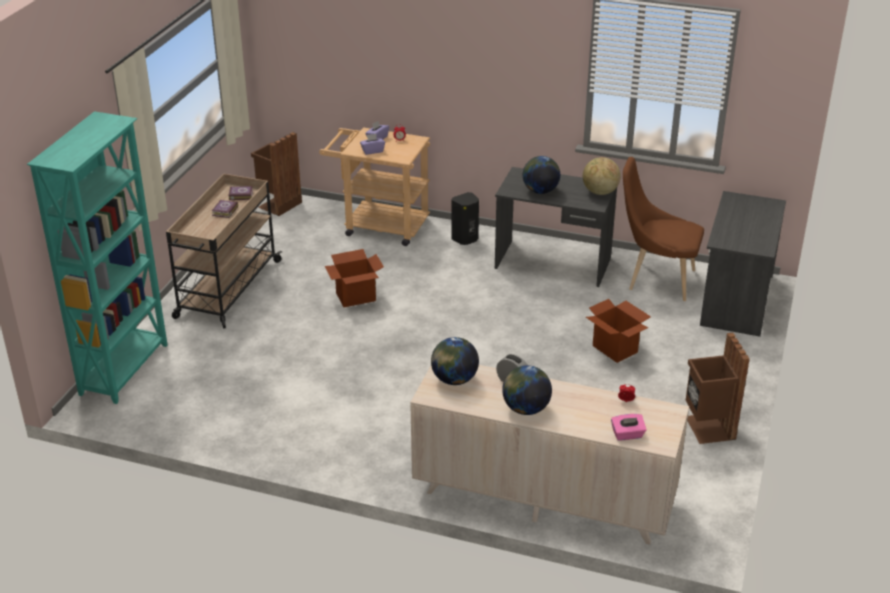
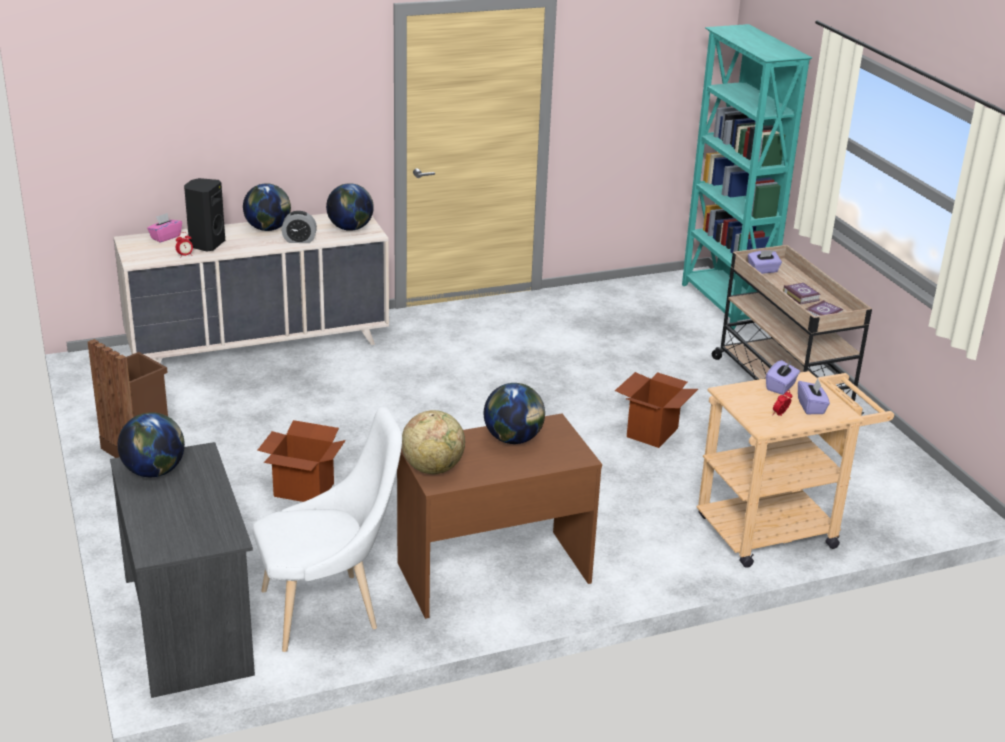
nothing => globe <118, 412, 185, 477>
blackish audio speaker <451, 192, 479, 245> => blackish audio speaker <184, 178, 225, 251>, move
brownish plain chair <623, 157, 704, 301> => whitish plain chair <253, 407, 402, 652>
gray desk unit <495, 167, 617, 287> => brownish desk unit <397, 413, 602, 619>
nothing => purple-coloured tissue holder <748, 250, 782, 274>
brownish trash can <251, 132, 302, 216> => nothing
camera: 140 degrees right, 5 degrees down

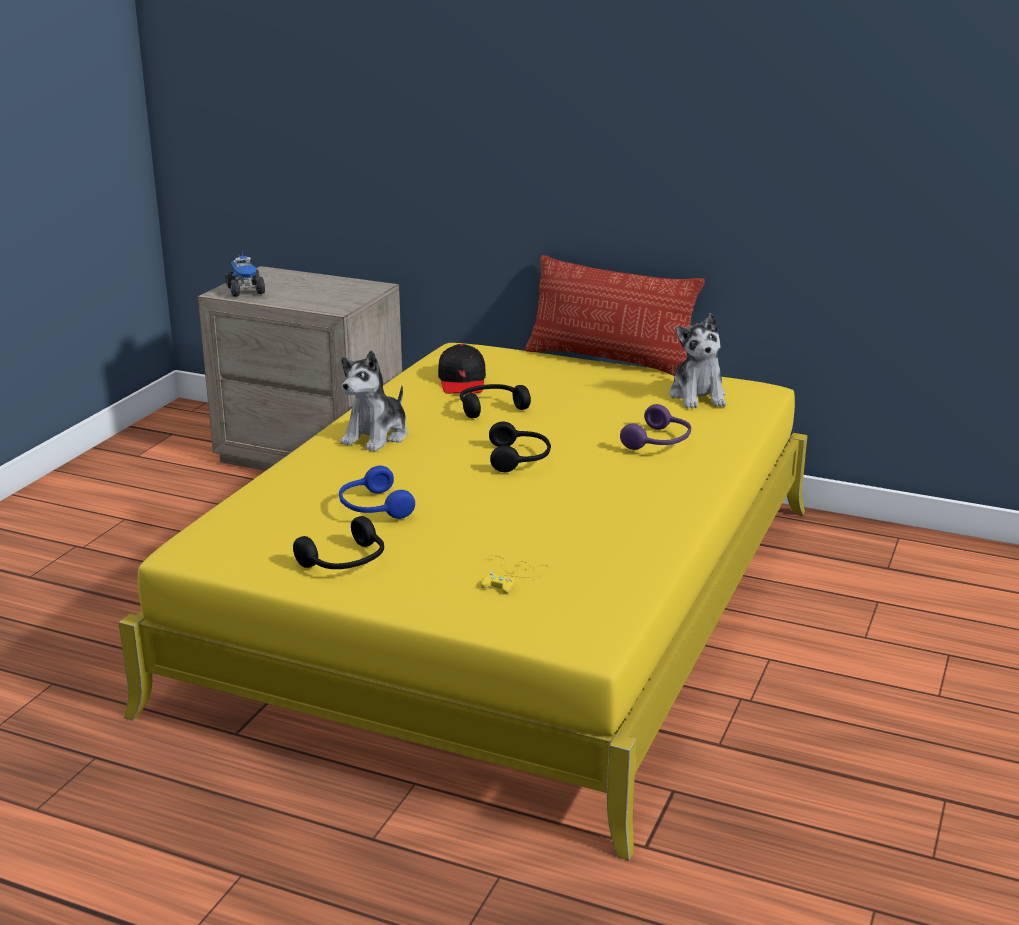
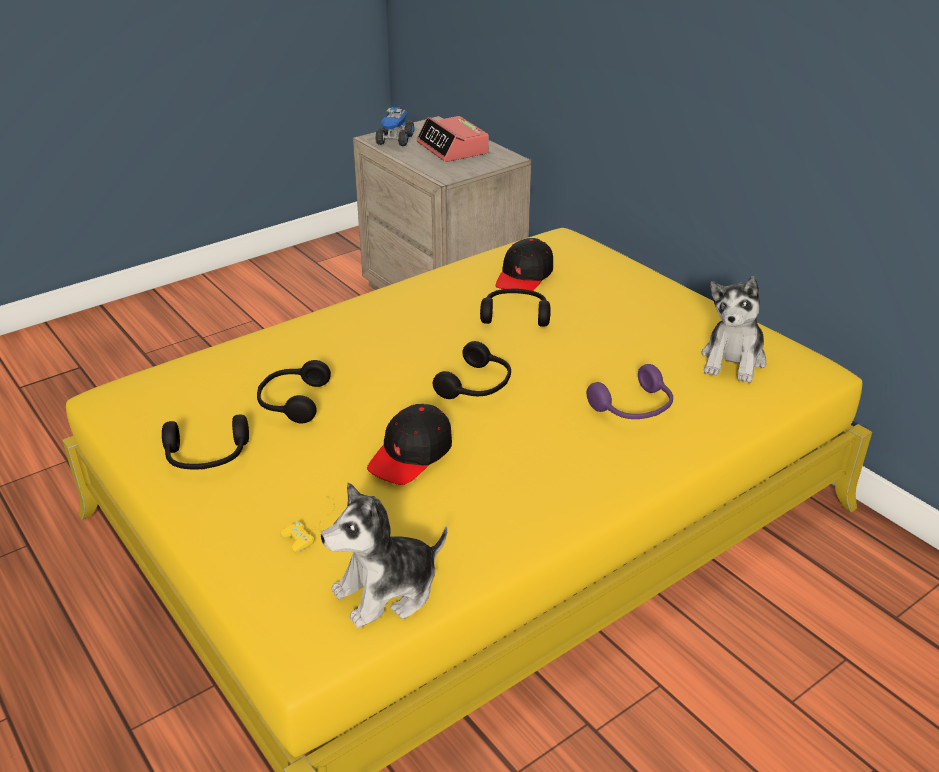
bluish headset <339, 466, 415, 519> => blackish headset <257, 360, 331, 423>
soft toy <340, 350, 407, 452> => soft toy <321, 483, 447, 629>, move
nothing => blackish cap <367, 404, 452, 485>
nothing => bedside clock <416, 116, 489, 162>
cushion <525, 255, 705, 376> => nothing
camera: 30 degrees right, 10 degrees up

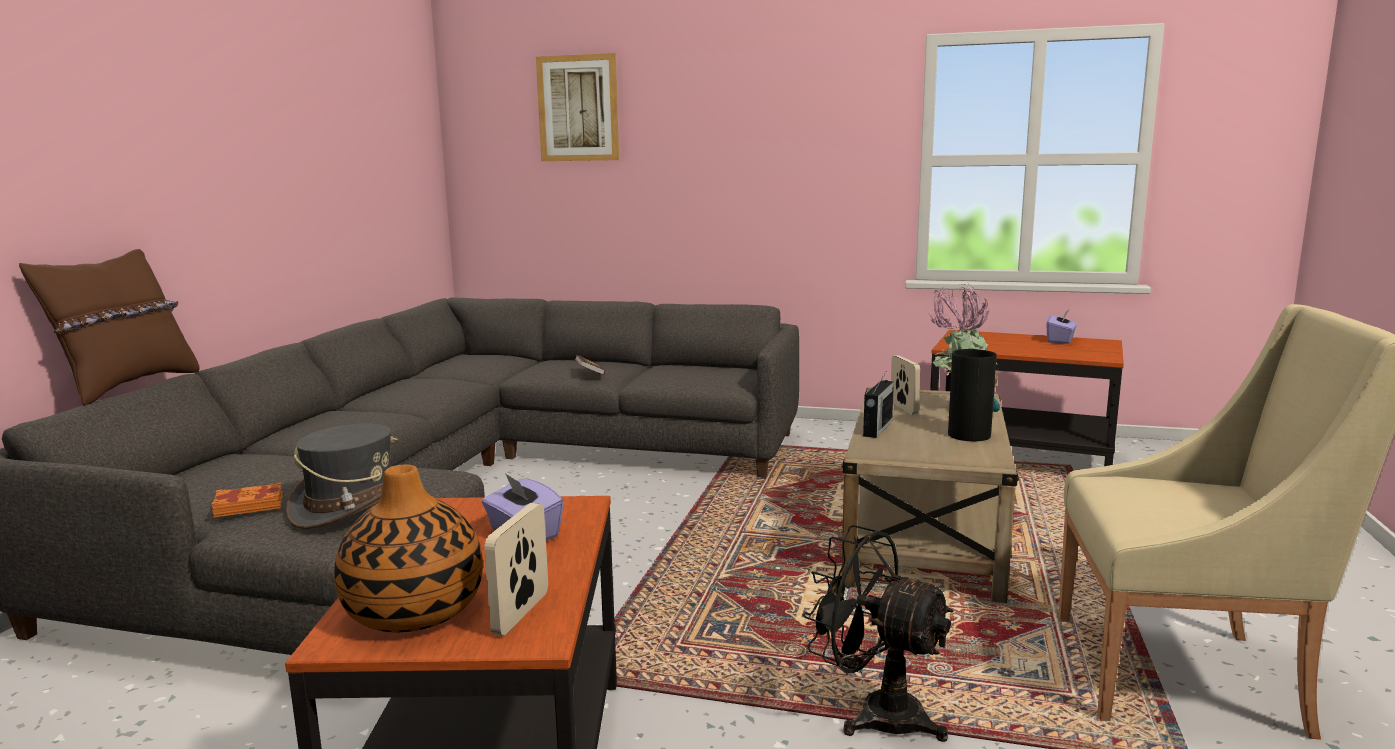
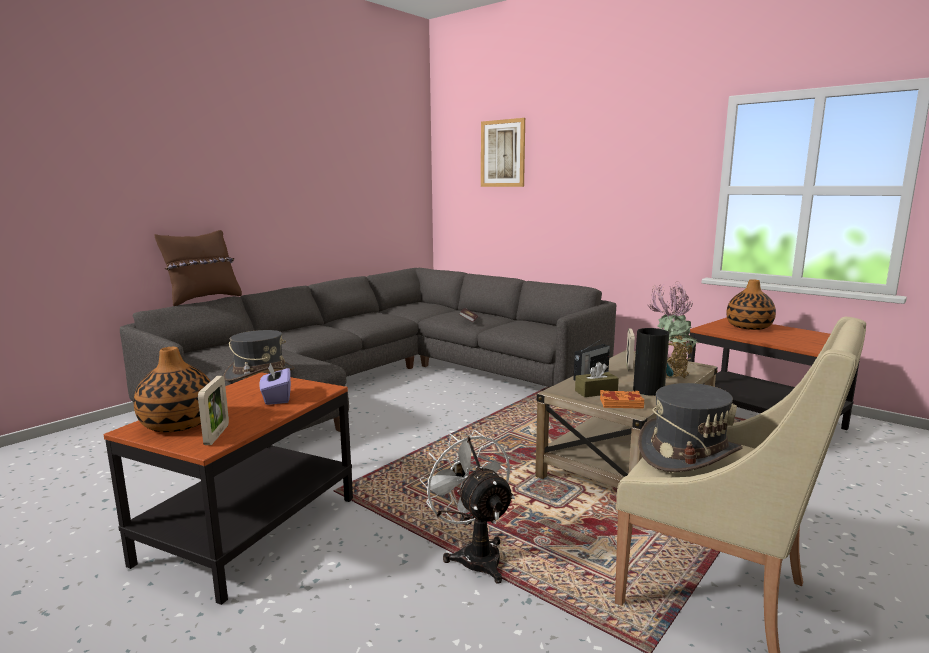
photo frame <484, 503, 548, 636> => photo frame <198, 376, 229, 445>, 135 degrees clockwise
blackish cooling fan <803, 525, 954, 742> => whitish cooling fan <420, 430, 515, 584>
nothing => brownish tissue holder <575, 362, 619, 397>
orangey book <211, 482, 283, 517> => orangey book <600, 390, 644, 409>, move
nothing => gray wearable hat <638, 383, 743, 472>
nothing => flower vase <726, 279, 776, 330>
purple-coloured tissue holder <1047, 310, 1077, 344> => nothing
camera: 25 degrees right, 0 degrees up

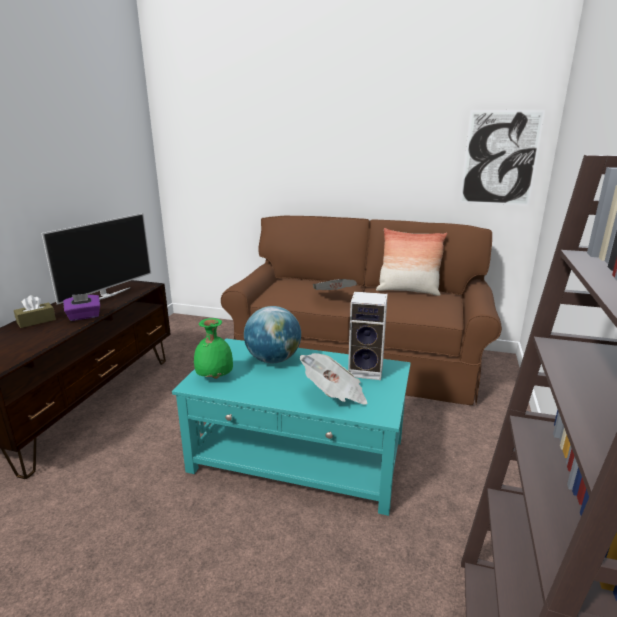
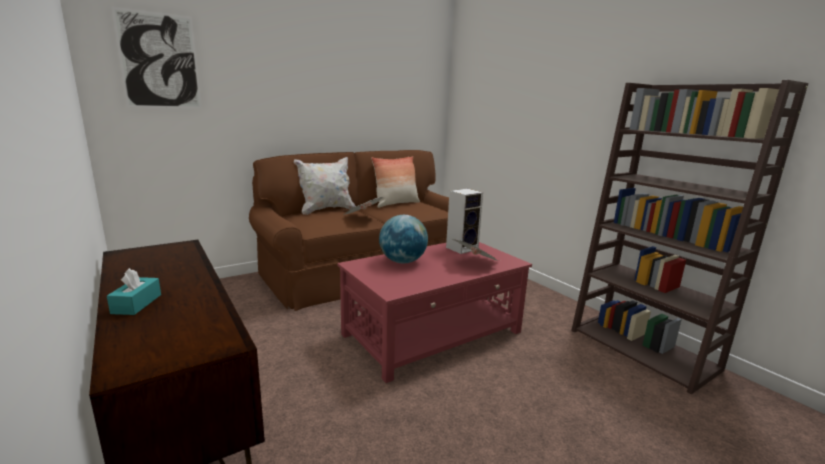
brownish tissue holder <14, 295, 56, 328> => blue-green tissue holder <107, 268, 161, 315>
wall art <459, 110, 545, 206> => wall art <111, 7, 202, 109>, move
nothing => whitish cushion <294, 157, 356, 215>
blue-green coffee table <172, 338, 411, 516> => red-coloured coffee table <337, 242, 532, 383>
TV <41, 213, 151, 305> => nothing
purple-coloured tissue holder <63, 293, 100, 321> => nothing
greenish flower vase <194, 318, 233, 379> => nothing
camera: 50 degrees left, 5 degrees down

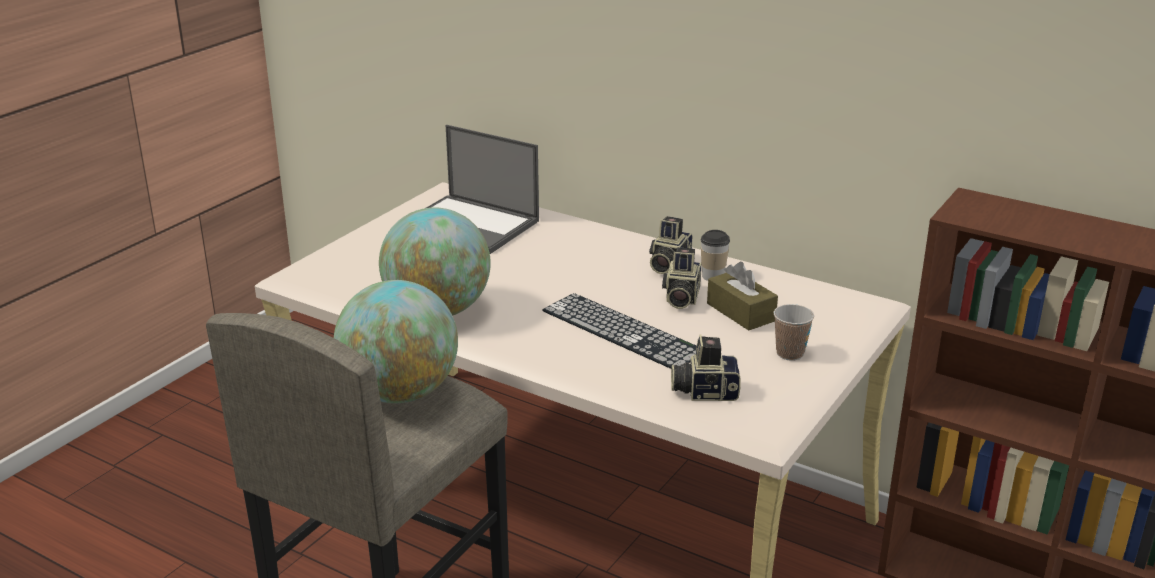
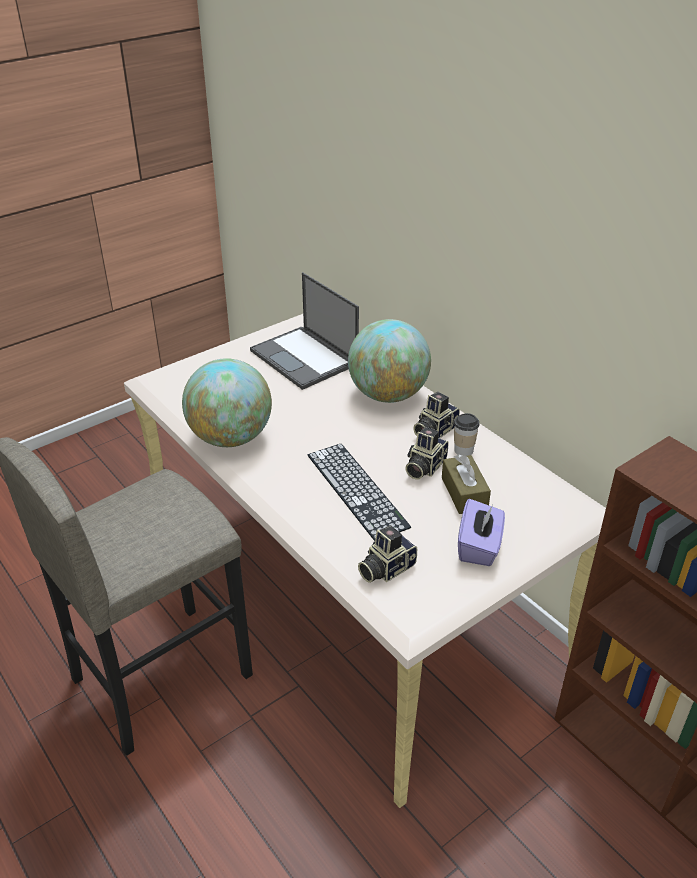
globe <334, 280, 458, 403> => globe <348, 319, 431, 403>, move
still camera <671, 334, 741, 401> => still camera <358, 525, 417, 583>, 60 degrees counterclockwise
cup <774, 304, 814, 361> => purple-coloured tissue holder <458, 499, 505, 566>
camera: 20 degrees right, 10 degrees up

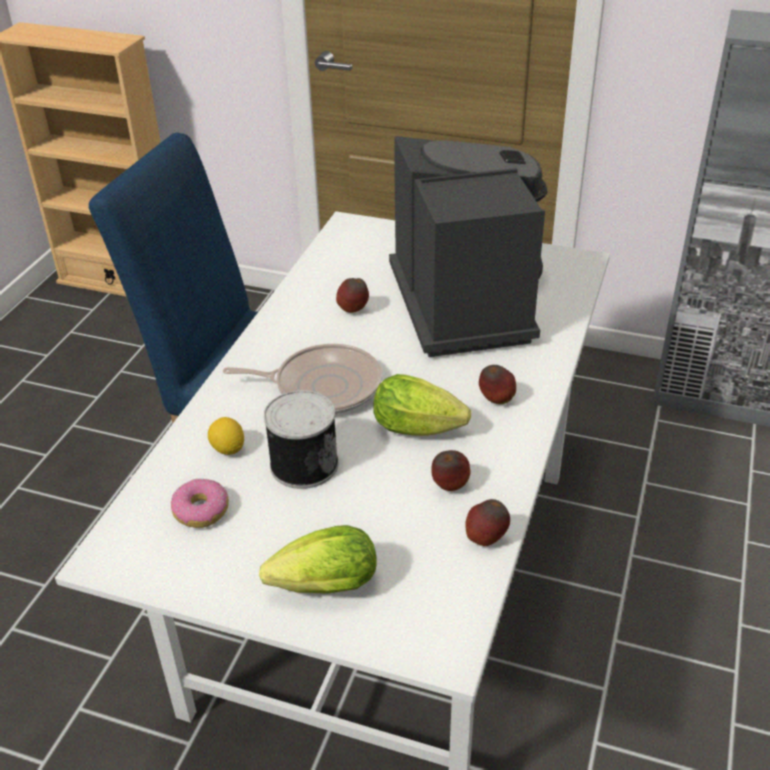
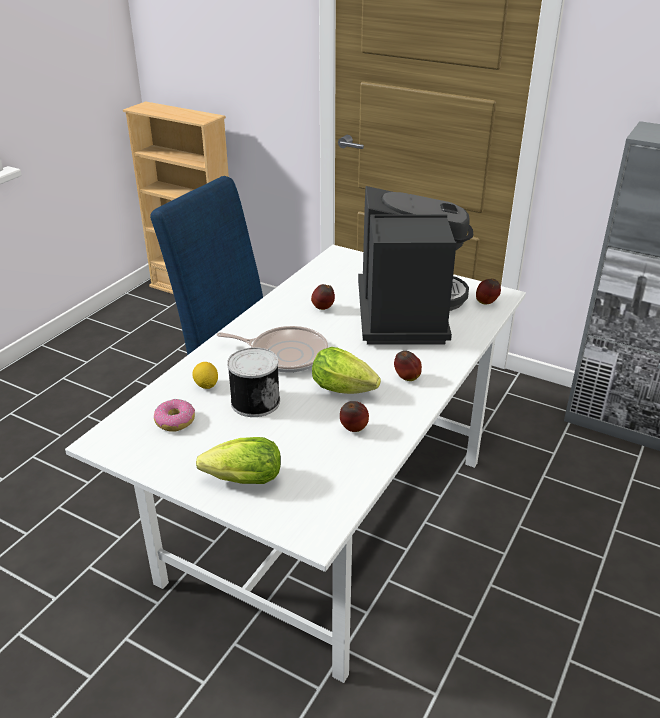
apple fruit <465, 499, 510, 546> => apple fruit <476, 279, 501, 305>, move
camera: 10 degrees right, 5 degrees down

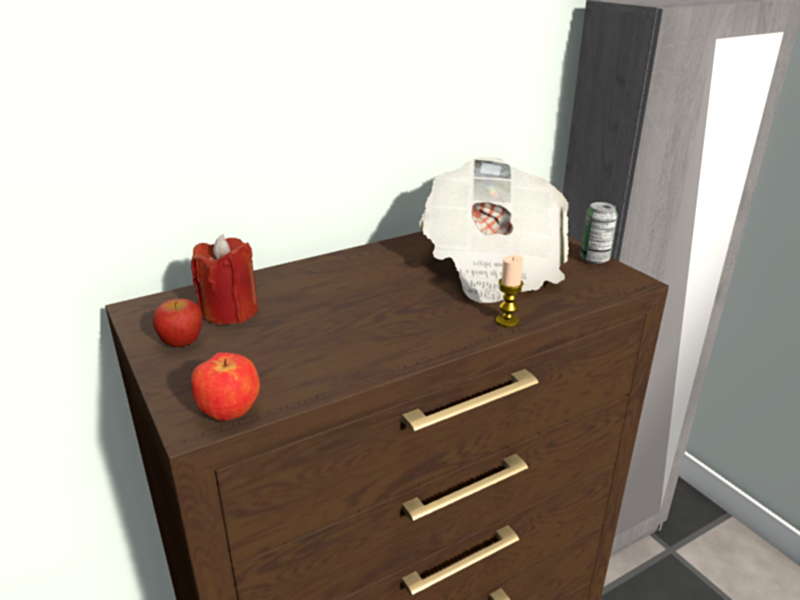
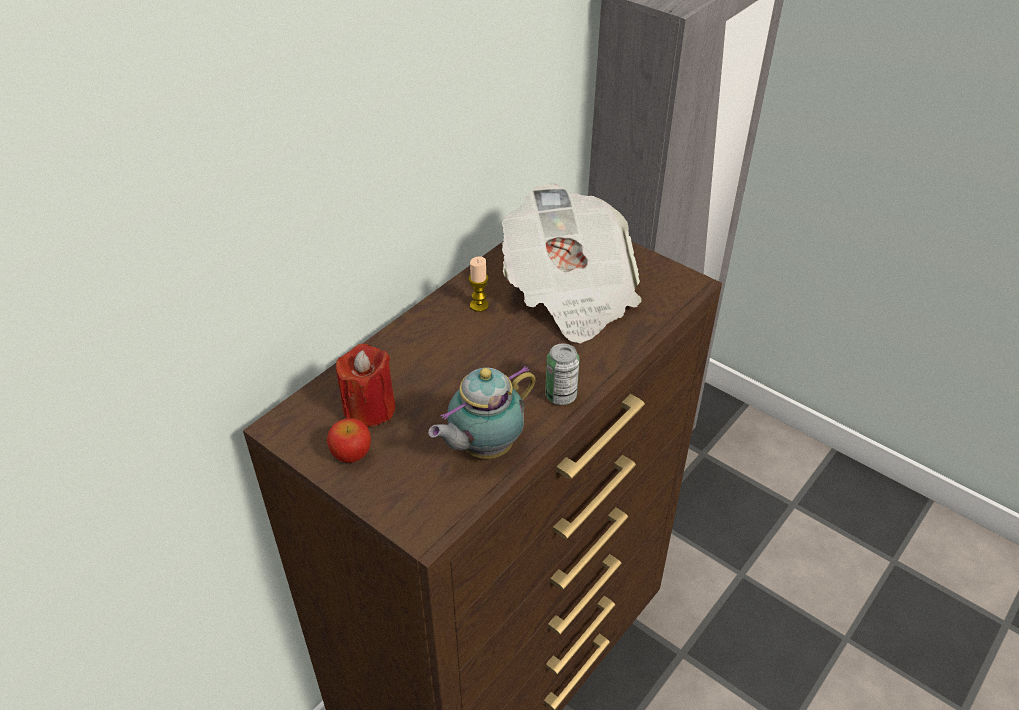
nothing => teapot <428, 366, 536, 459>
wax light <496, 255, 523, 327> => wax light <469, 256, 489, 312>, move
can <580, 202, 618, 264> => can <545, 343, 580, 405>, move
apple fruit <191, 352, 260, 421> => nothing
camera: 20 degrees left, 15 degrees up

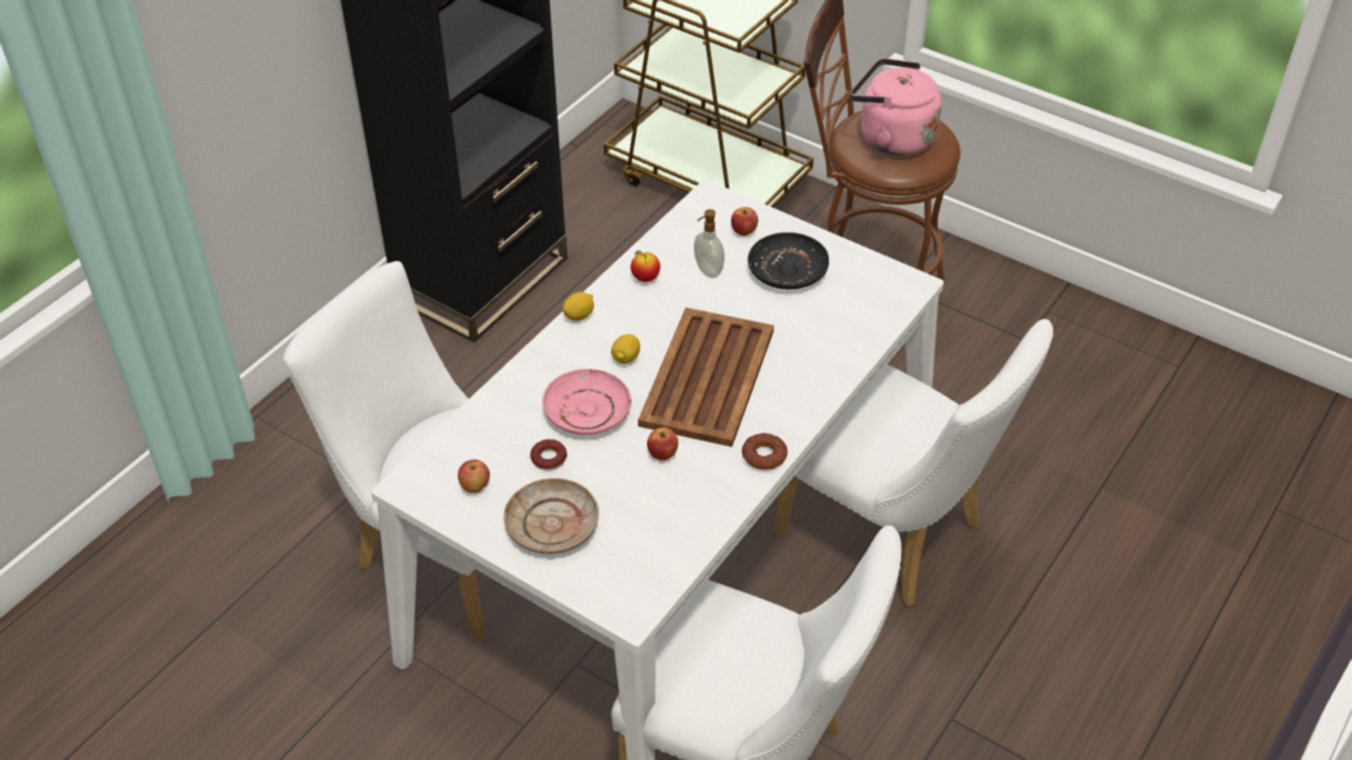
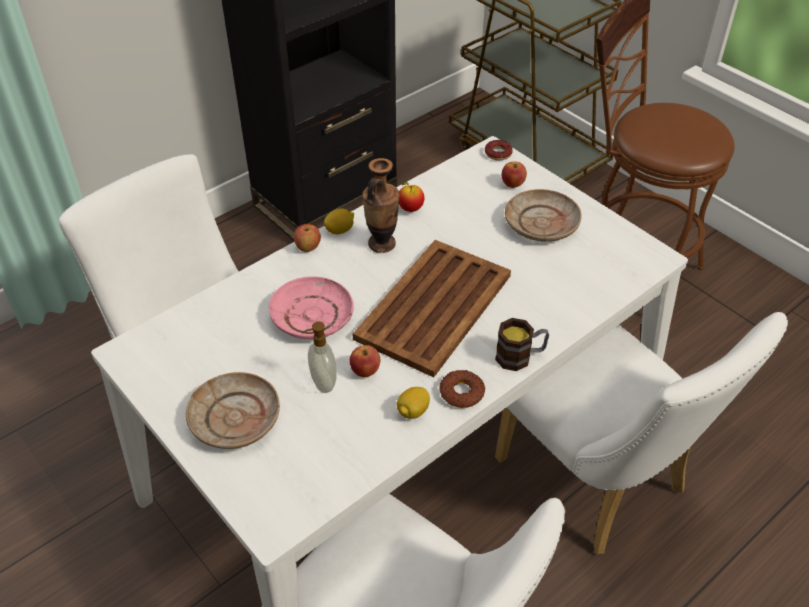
apple fruit <458, 460, 490, 493> => apple fruit <294, 224, 321, 252>, move
liquid soap bottle <694, 209, 725, 278> => liquid soap bottle <302, 322, 337, 393>, move
nothing => flower vase <362, 158, 400, 253>
citrus fruit <611, 334, 640, 364> => citrus fruit <397, 387, 430, 419>, move
doughnut <530, 439, 567, 470> => doughnut <485, 140, 513, 161>, move
nothing => tea mug <495, 318, 549, 371>
blackish plate <748, 232, 829, 290> => sand-coloured plate <505, 189, 582, 242>
pink water kettle <850, 58, 942, 156> => nothing
camera: 15 degrees right, 0 degrees up

